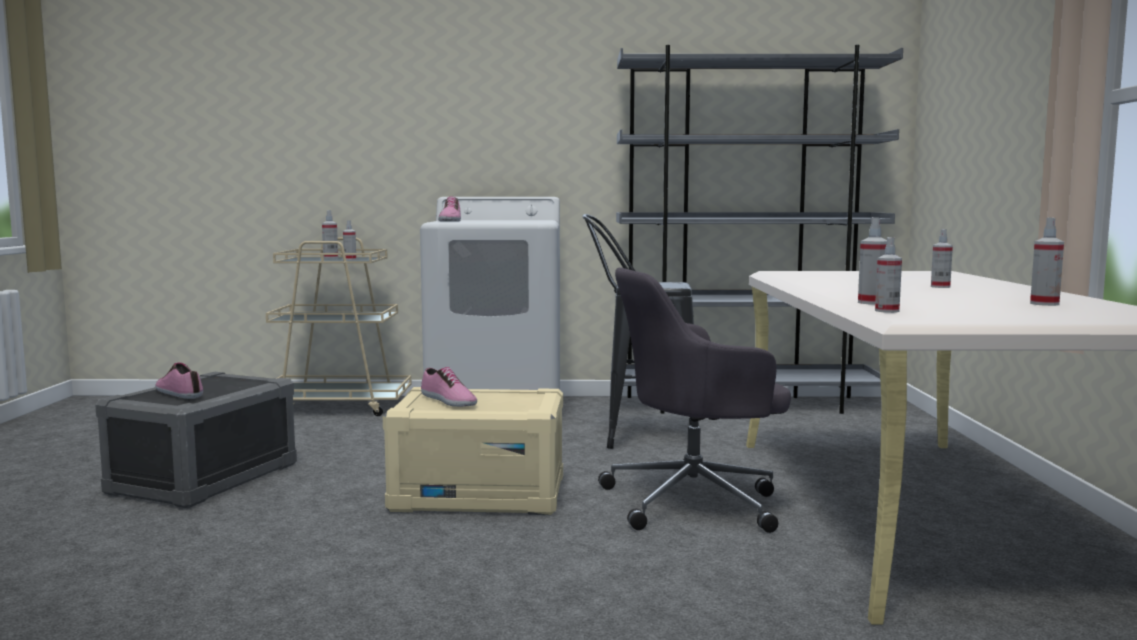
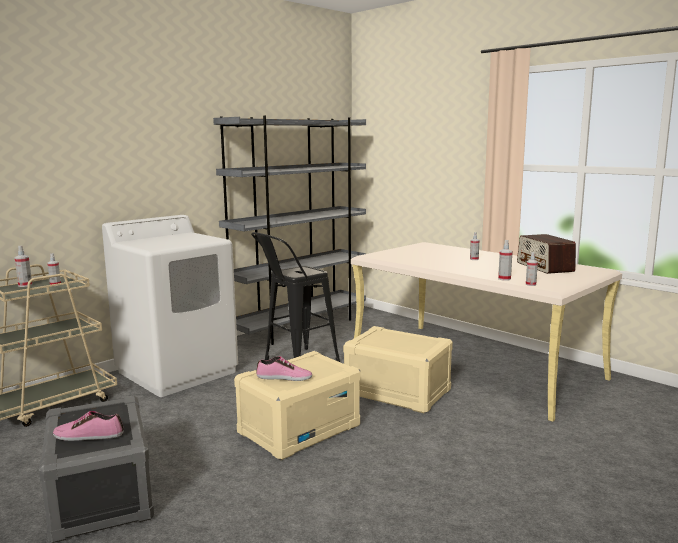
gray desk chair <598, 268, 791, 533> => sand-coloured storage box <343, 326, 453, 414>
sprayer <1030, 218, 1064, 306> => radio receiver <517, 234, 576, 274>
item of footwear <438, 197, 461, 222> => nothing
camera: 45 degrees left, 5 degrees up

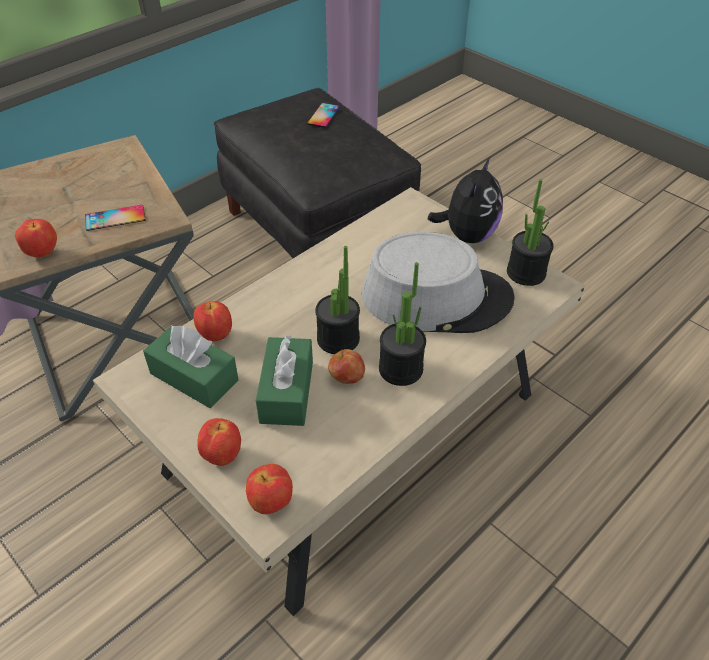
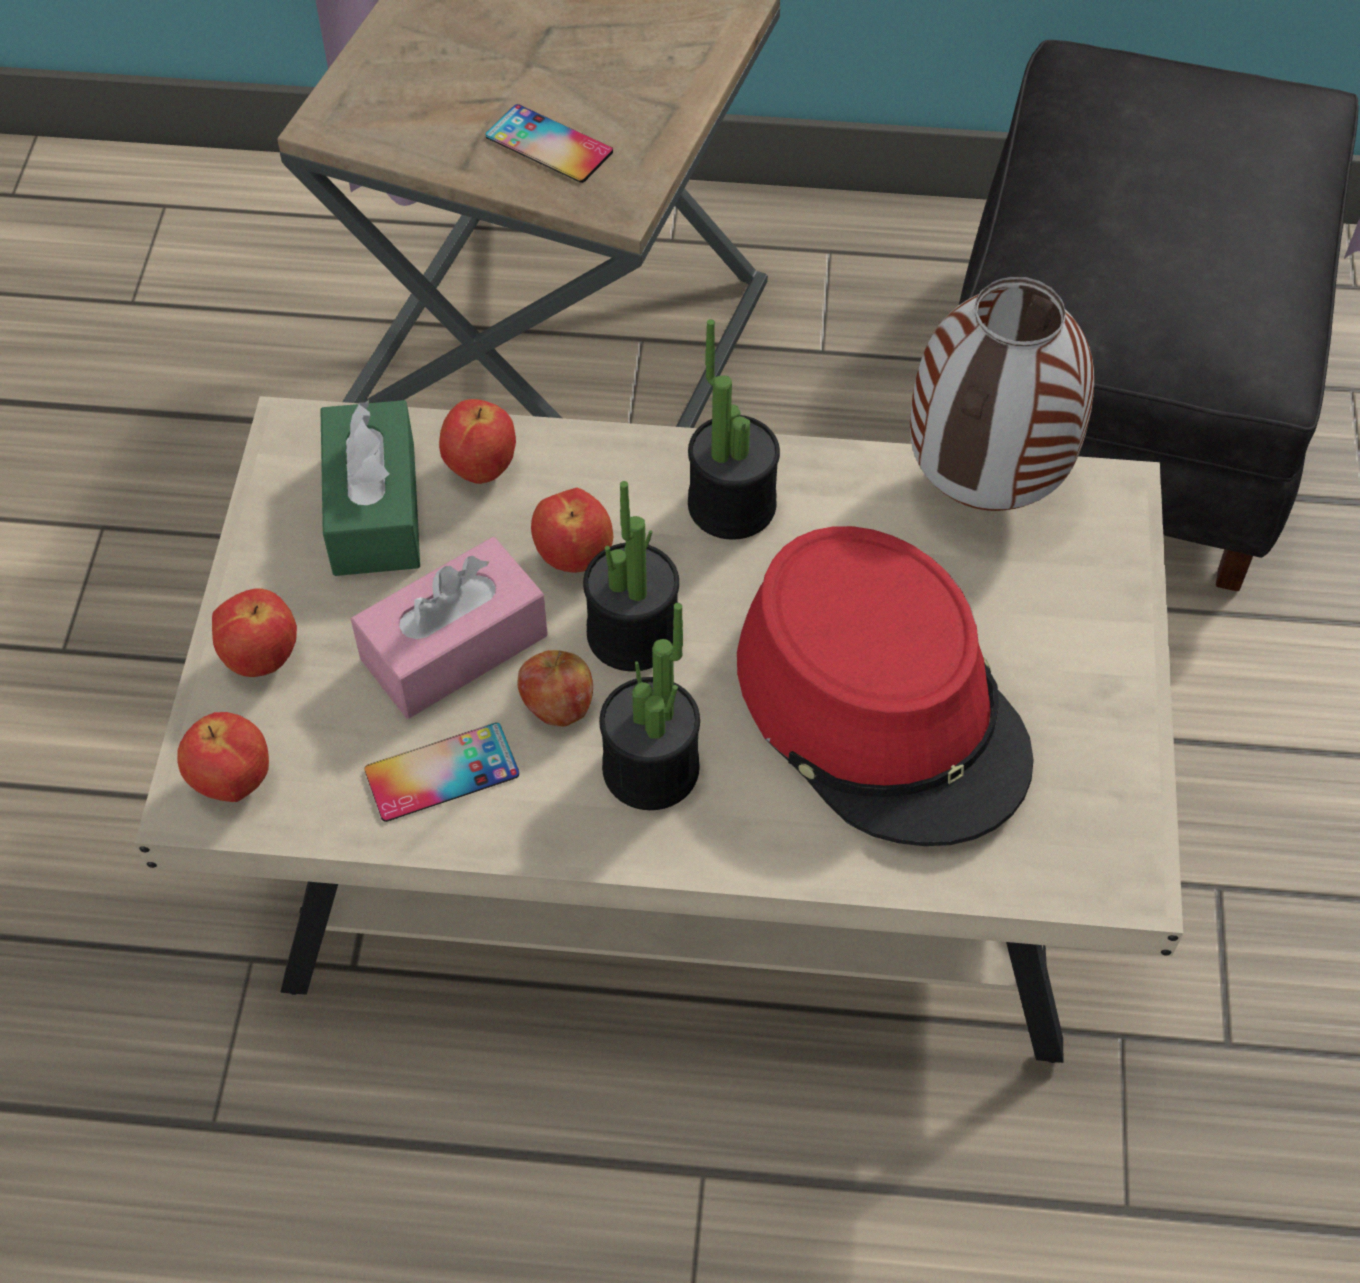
greenish tissue holder <256, 336, 313, 426> => pink tissue holder <351, 537, 548, 719>
handset <307, 103, 340, 128> => handset <364, 723, 519, 822>, move
apple fruit <15, 219, 57, 258> => apple fruit <531, 488, 613, 573>, move
potted plant <507, 179, 554, 286> => potted plant <688, 319, 780, 540>, move
gray wearable hat <362, 232, 515, 333> => red-coloured wearable hat <737, 526, 1033, 846>
nothing => flower vase <910, 277, 1094, 511>
soft toy <427, 156, 503, 243> => nothing
camera: 50 degrees right, 10 degrees up

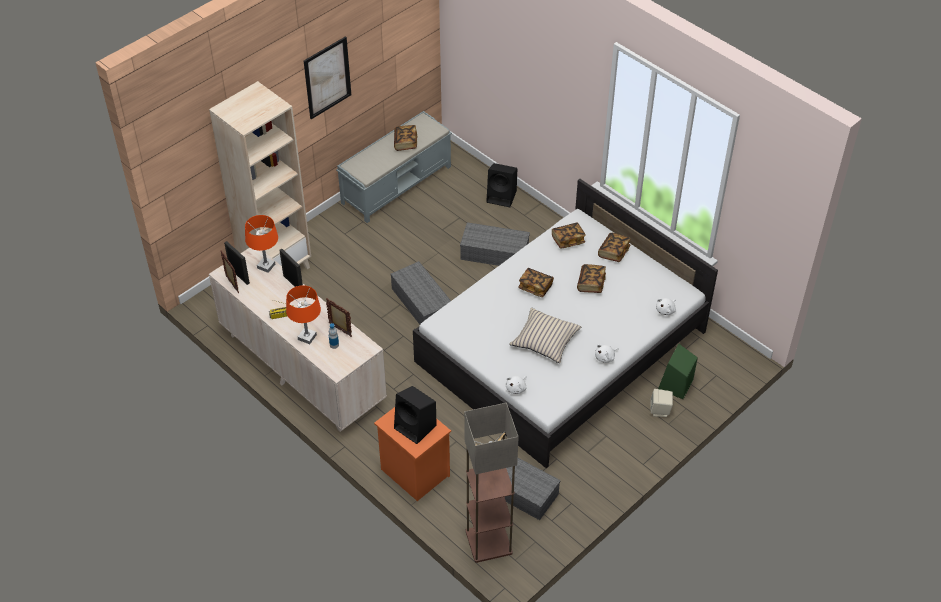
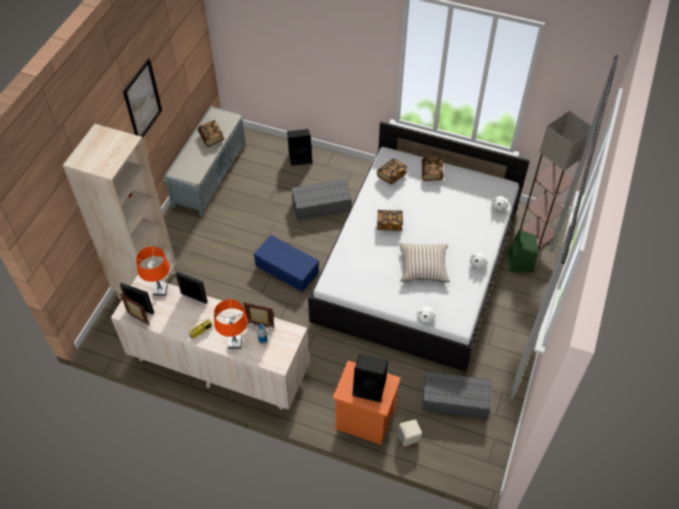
gray storage box <390, 261, 451, 324> => bluish storage box <253, 235, 319, 292>
sand-coloured audio speaker <650, 389, 673, 417> => sand-coloured audio speaker <397, 419, 422, 446>, move
standard lamp <464, 403, 519, 563> => standard lamp <519, 110, 591, 249>, move
book <577, 264, 606, 293> => nothing
camera: 25 degrees left, 5 degrees up

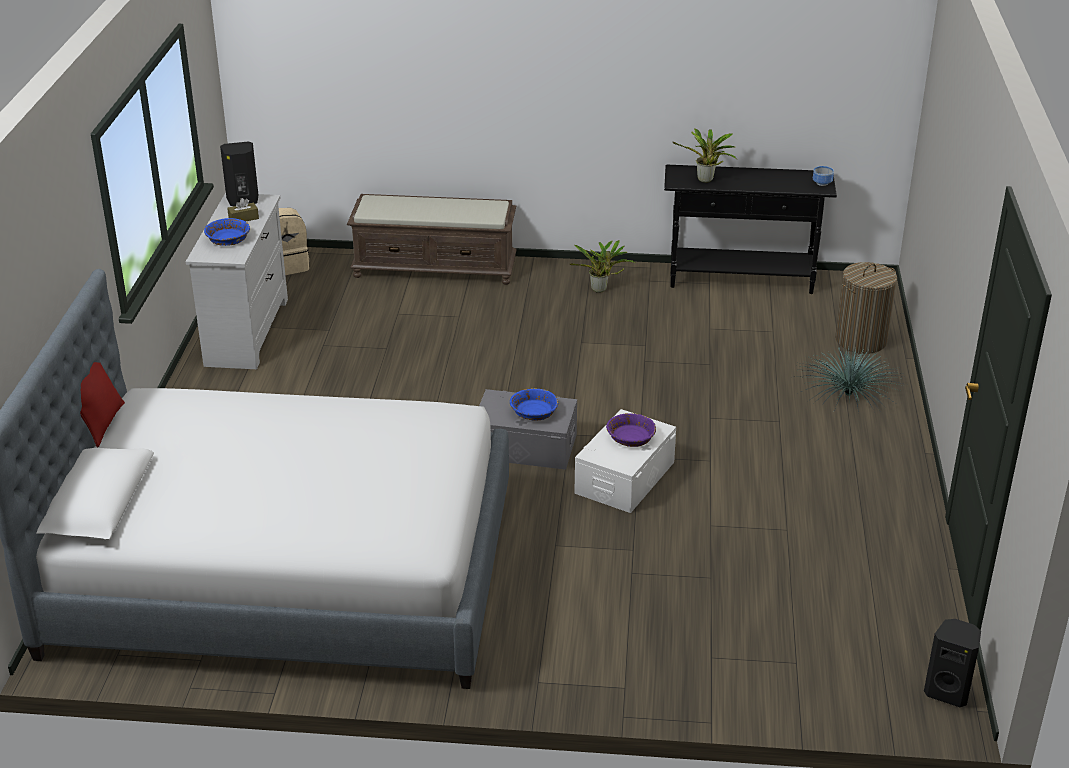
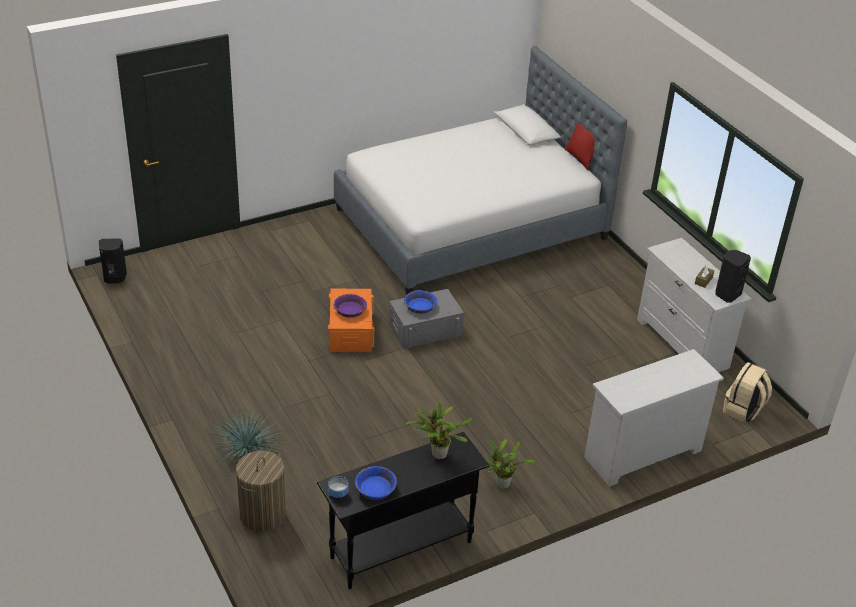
whitish storage box <574, 409, 676, 513> => orangey storage box <328, 289, 374, 352>
bluish serving bowl <204, 218, 250, 246> => bluish serving bowl <355, 466, 397, 500>, move
brownish bench <347, 194, 517, 285> => whitish drawer chest <584, 349, 724, 487>
camera: 145 degrees right, 5 degrees up

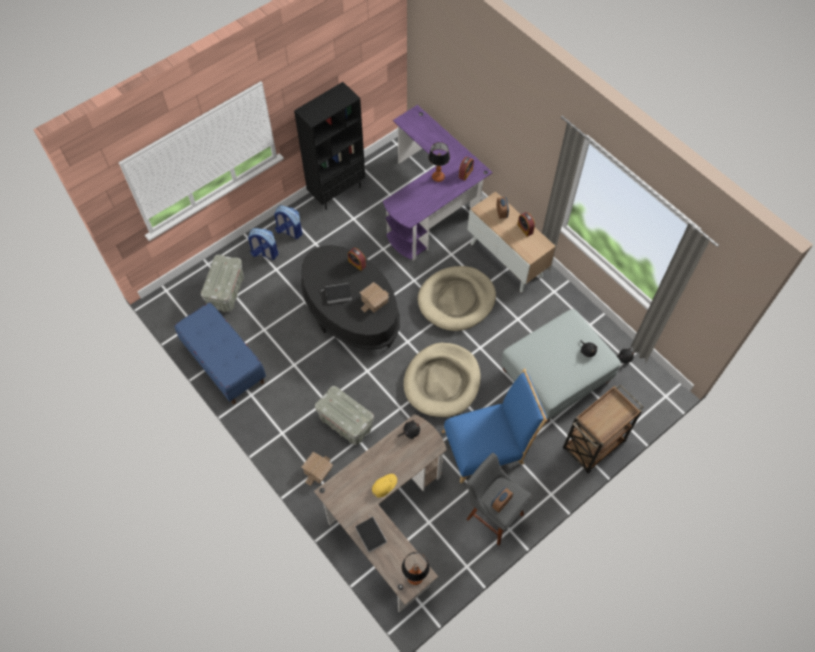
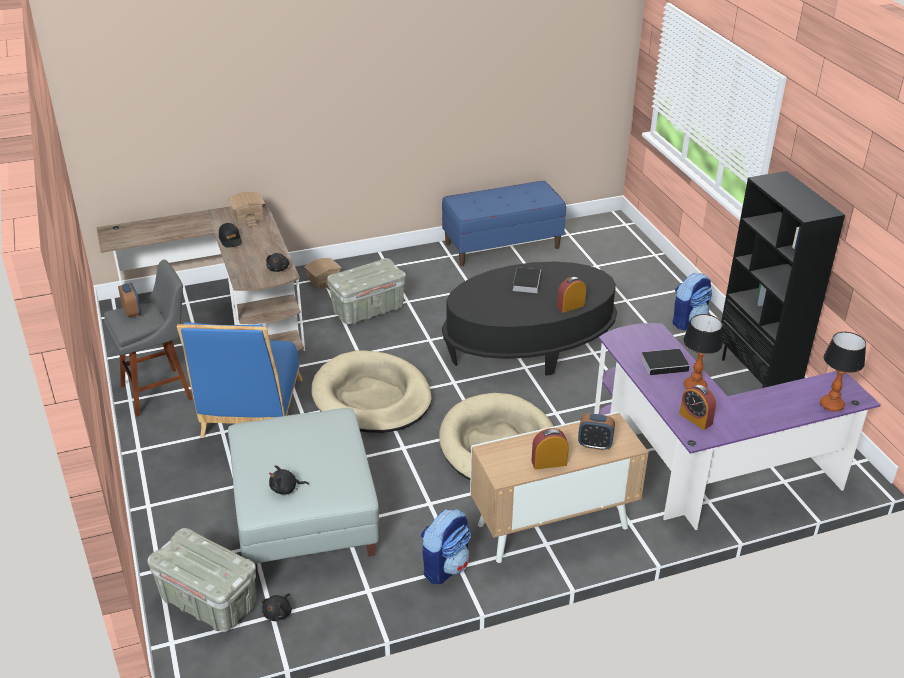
gray storage box <201, 254, 244, 312> => gray storage box <147, 528, 256, 632>, move
yellowish cap <372, 474, 397, 498> => blackish cap <219, 223, 242, 248>
miniature house <359, 282, 389, 313> => miniature house <228, 192, 265, 227>, move
rucksack <248, 228, 278, 260> => rucksack <421, 509, 471, 584>, move
book <355, 515, 387, 552> => book <641, 349, 693, 375>, move
table lamp <402, 552, 430, 585> => table lamp <820, 332, 866, 412>, move
brownish trolley <563, 385, 643, 473> => nothing
camera: 110 degrees right, 25 degrees down

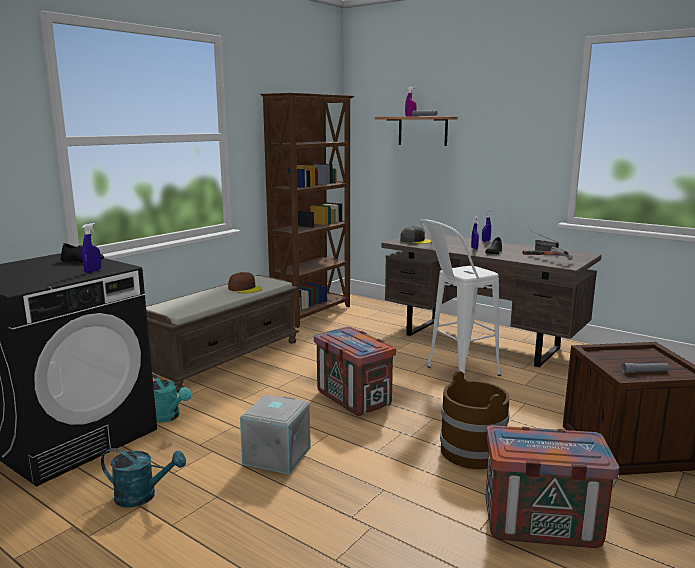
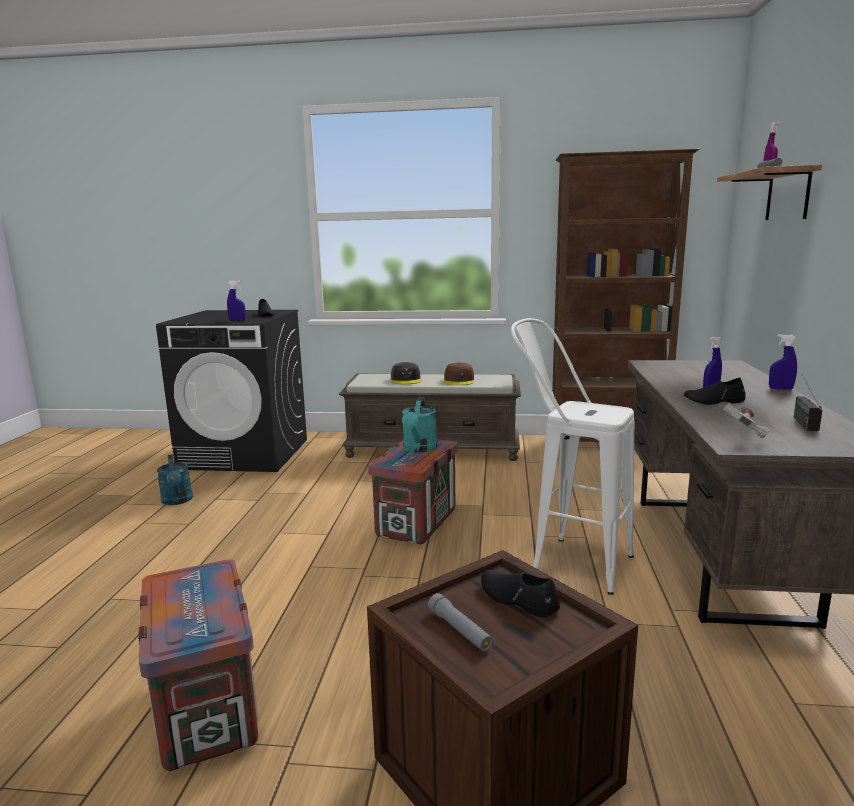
gray cap <400, 226, 432, 244> => gray cap <391, 362, 422, 384>, move
blue-green sprinkling can <152, 374, 191, 423> => blue-green sprinkling can <402, 396, 437, 453>, move
nothing => blackish item of footwear <481, 569, 560, 618>
gray storage box <240, 395, 311, 475> => nothing
brownish water bucket <440, 370, 510, 469> => nothing
camera: 60 degrees right, 0 degrees up

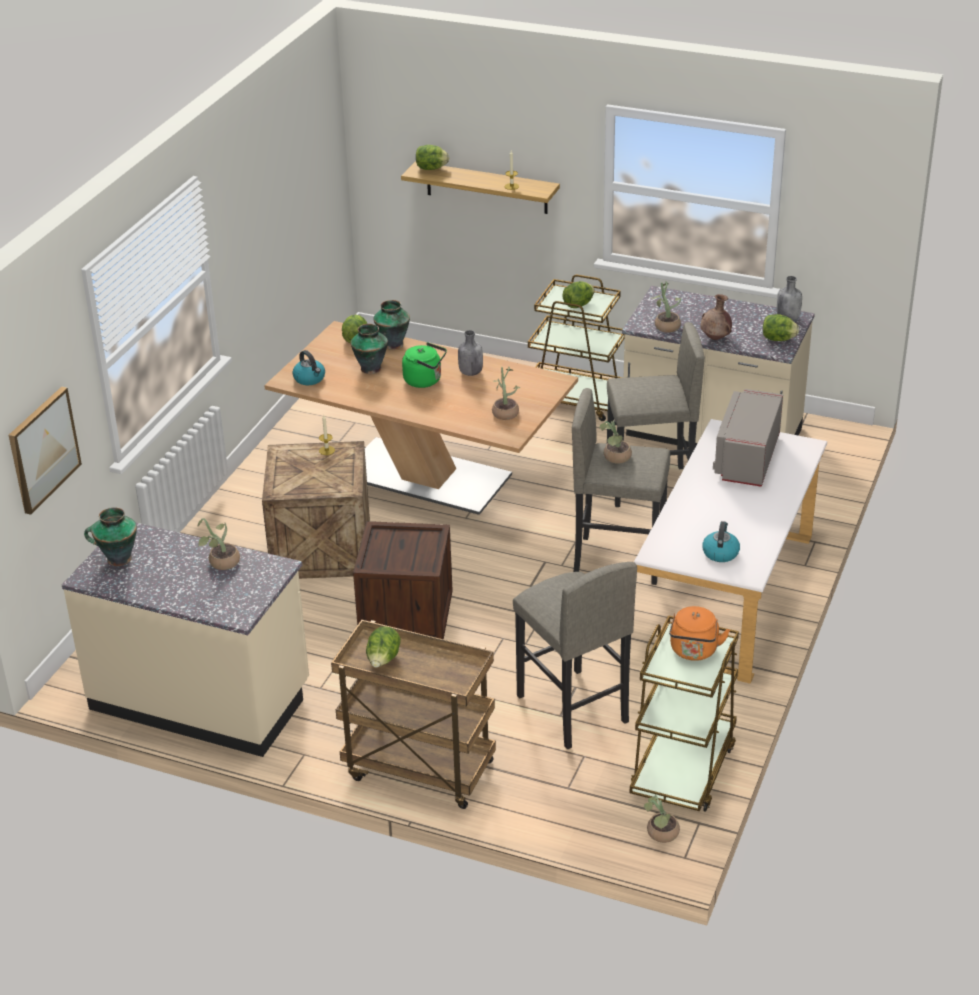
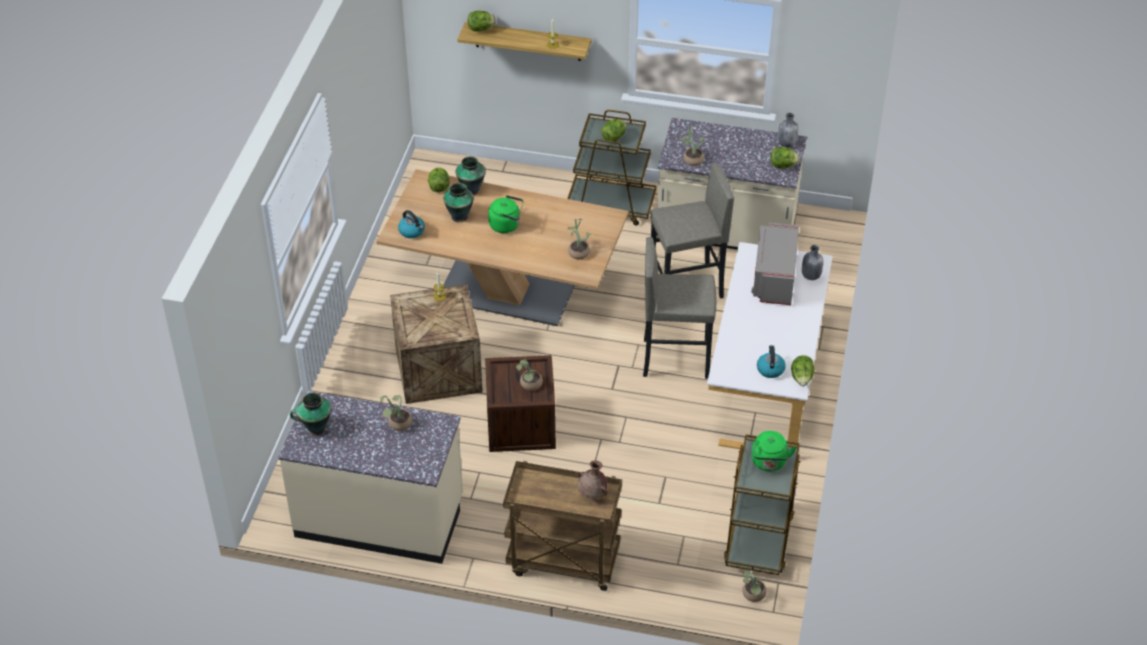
potted plant <600, 421, 632, 464> => potted plant <516, 358, 543, 391>, move
brownish flower vase <701, 294, 732, 340> => brownish flower vase <578, 460, 608, 499>, move
orangey water kettle <669, 606, 730, 661> => greenish water kettle <752, 431, 796, 471>
lettuce <366, 626, 401, 668> => lettuce <791, 355, 815, 387>, move
gray bottle <458, 330, 483, 376> => gray bottle <802, 245, 824, 280>, move
wall art <8, 387, 82, 515> => nothing
gray stool <513, 562, 637, 749> => nothing
camera: 10 degrees left, 10 degrees up

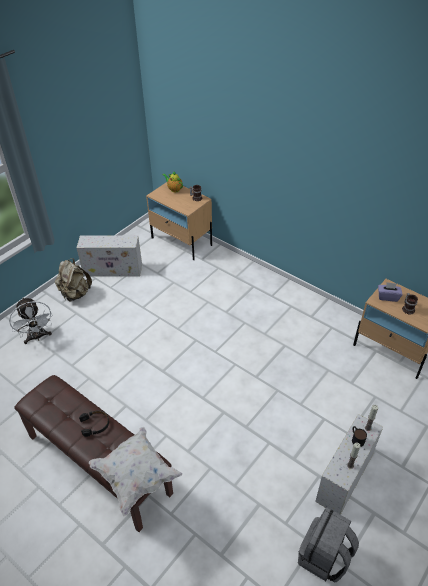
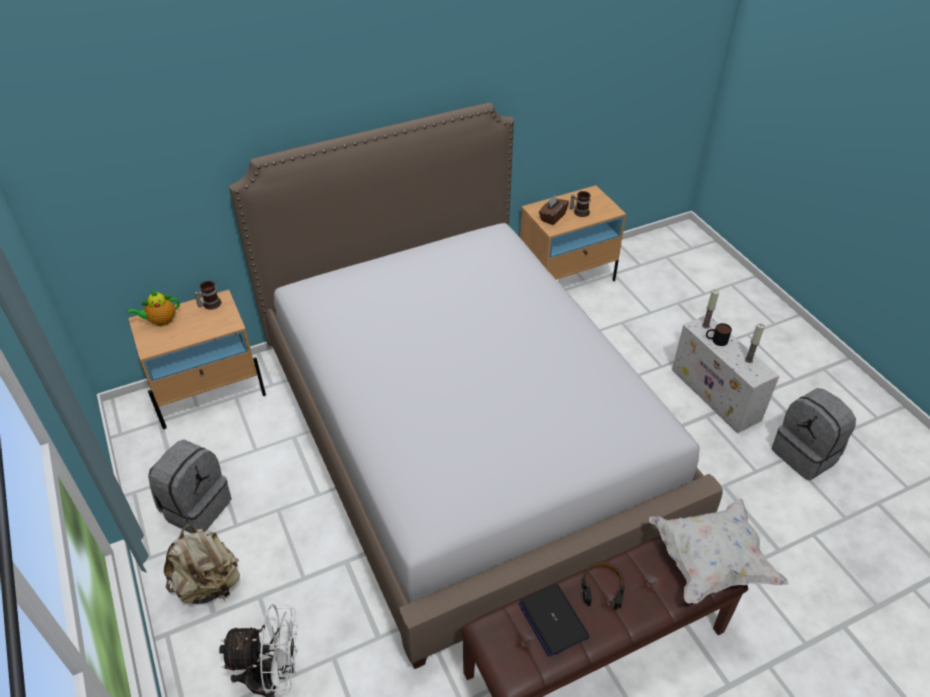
whitish storage box <77, 235, 142, 277> => gray rucksack <148, 440, 232, 534>
nothing => bedroom bed <229, 103, 723, 669>
nothing => laptop <518, 584, 590, 657>
purple-coloured tissue holder <378, 282, 403, 302> => brownish tissue holder <539, 195, 569, 225>
camera: 65 degrees left, 0 degrees up

